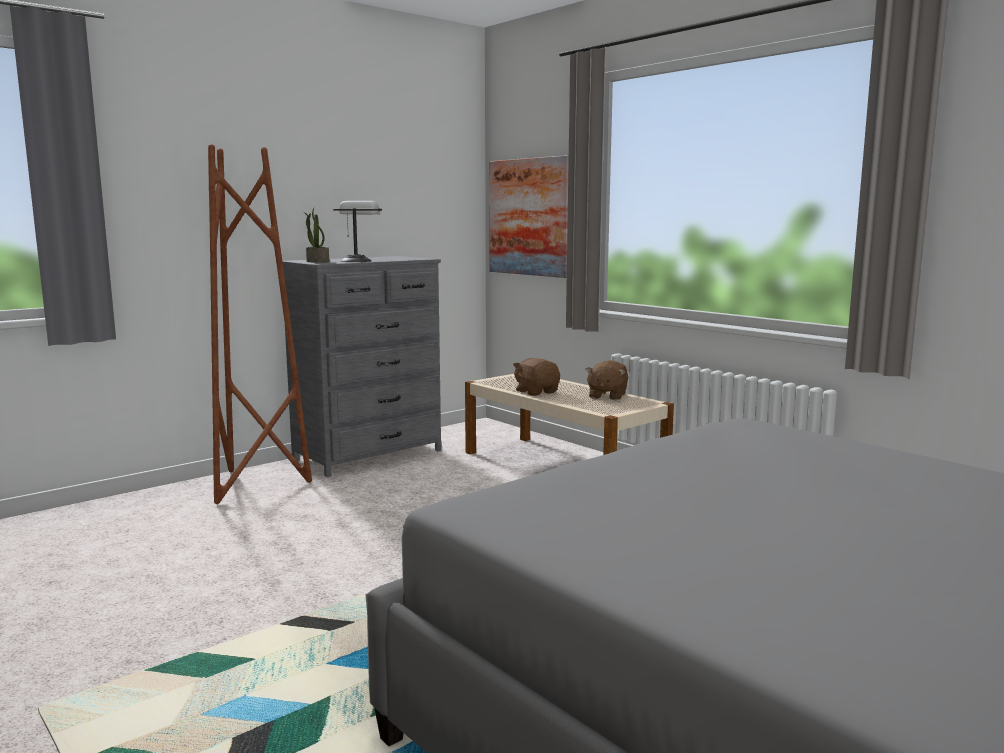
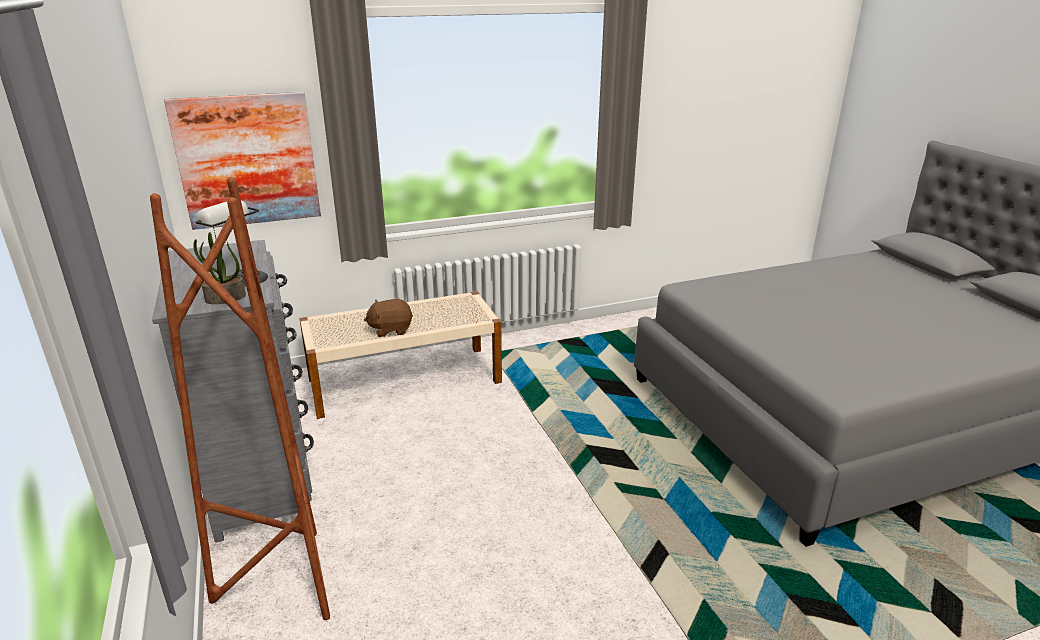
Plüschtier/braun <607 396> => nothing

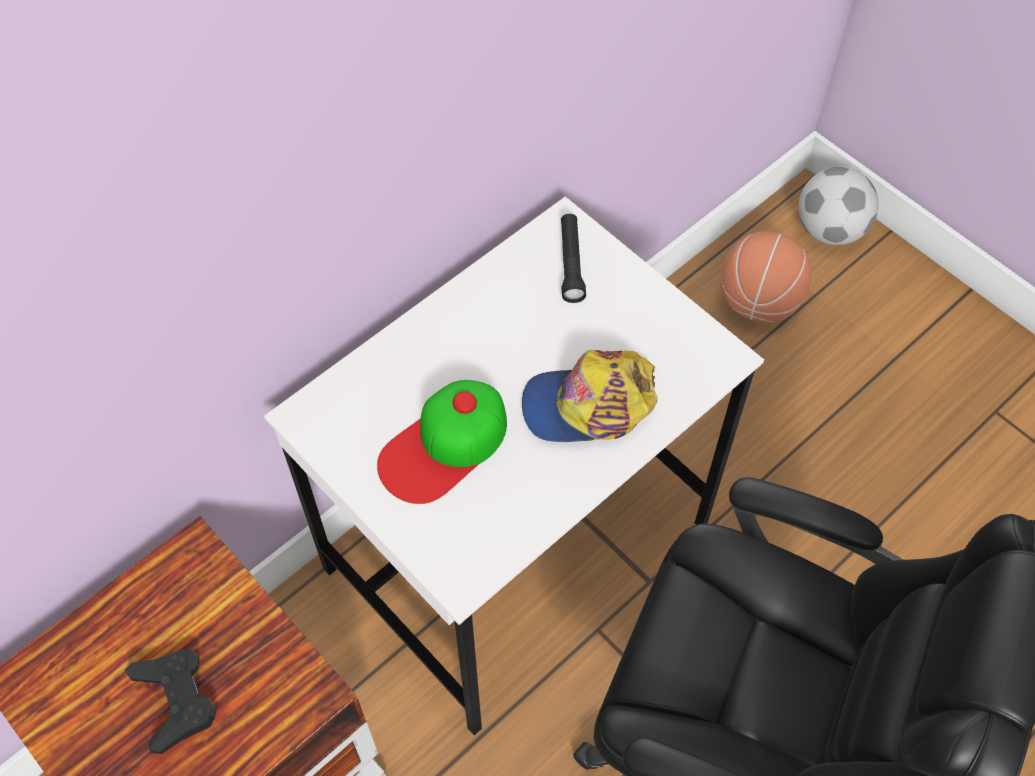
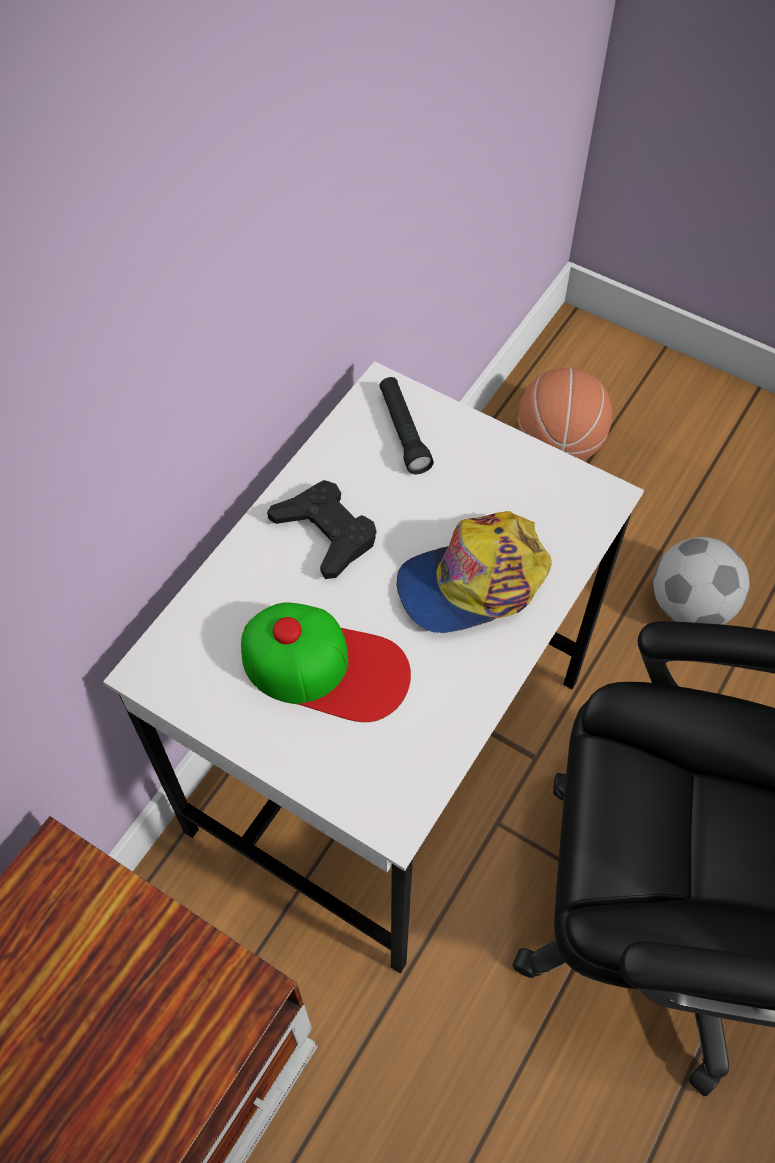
Gamepad/schwarz <175 700> => Gamepad/schwarz <326 533>, relocated
Fußball <829 230> => Fußball <690 605>, relocated
Kappe <444 446> => Kappe <325 666>, 105 degrees counterclockwise

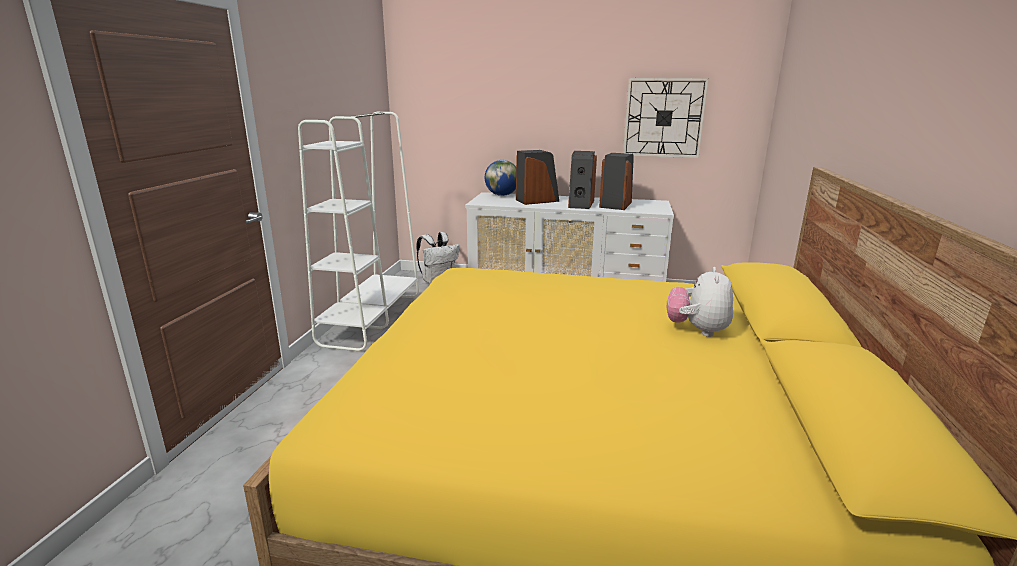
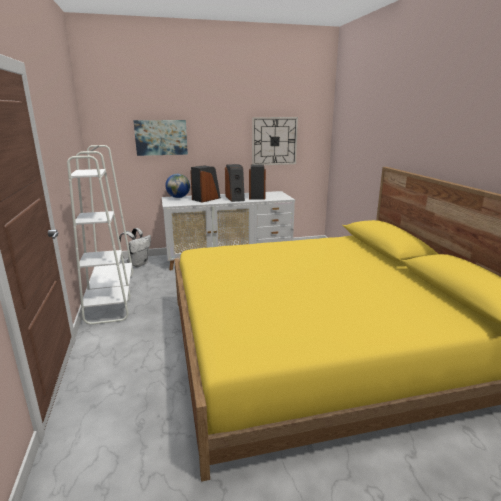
Plüschtier <697 330> => nothing
nothing => Bild <161 137>

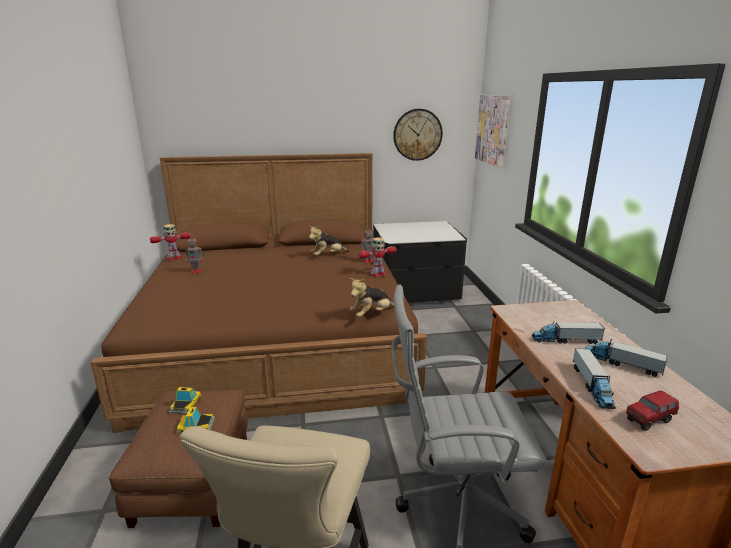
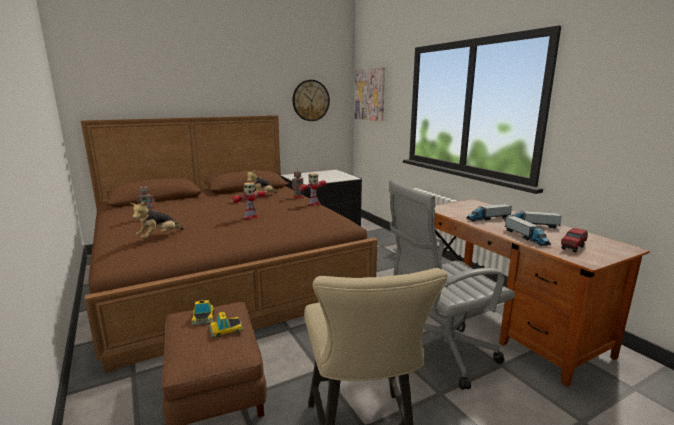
Spielzeugroboter <173 258> => Spielzeugroboter <251 217>, relocated
Plüschtier <371 314> => Plüschtier <159 237>, relocated

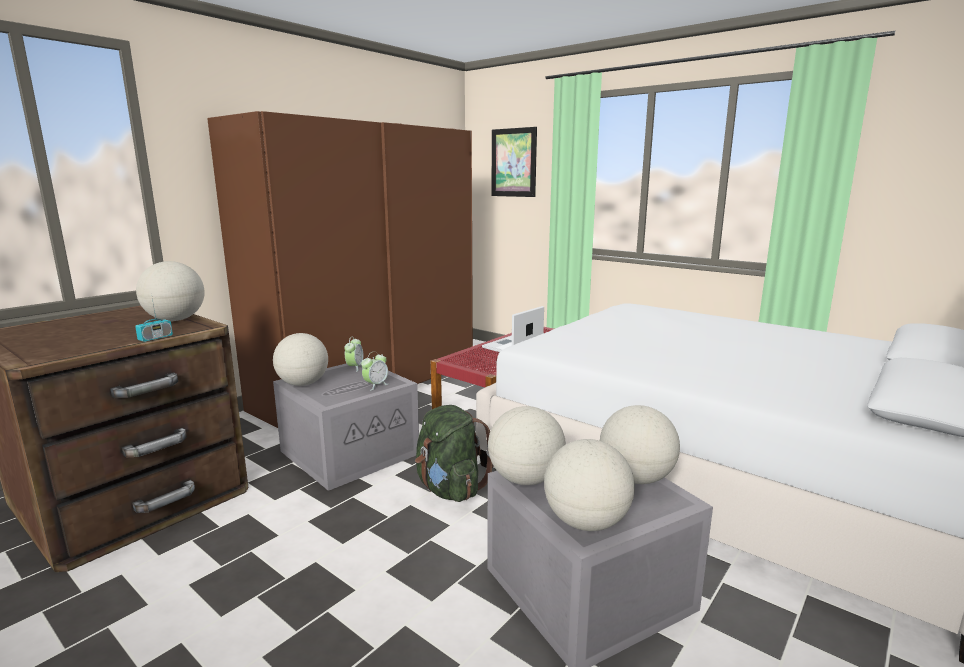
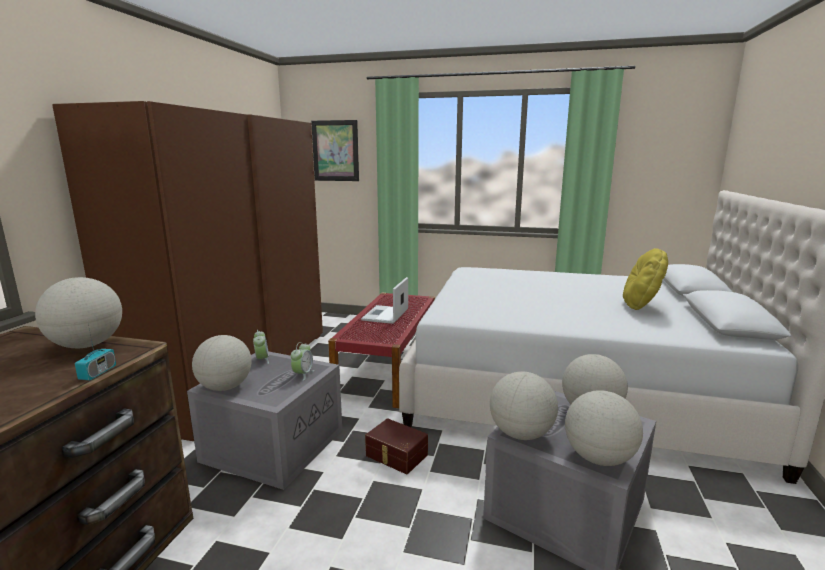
nothing => Kissen/gelb <640 307>
Rucksack/grün <450 489> => Aufbewahrungsbox/braun <396 456>

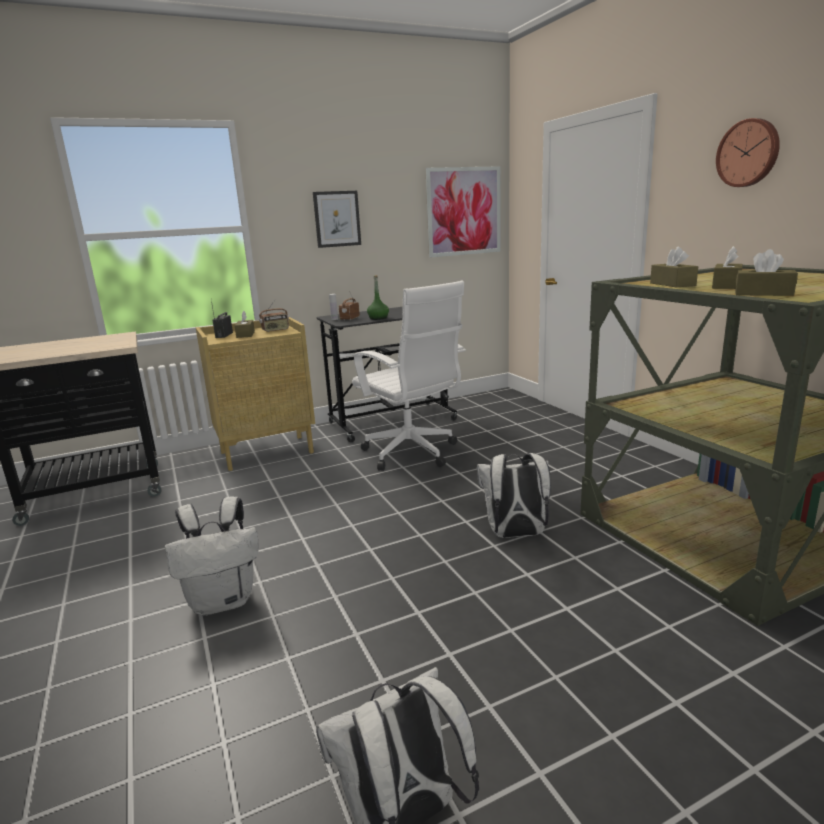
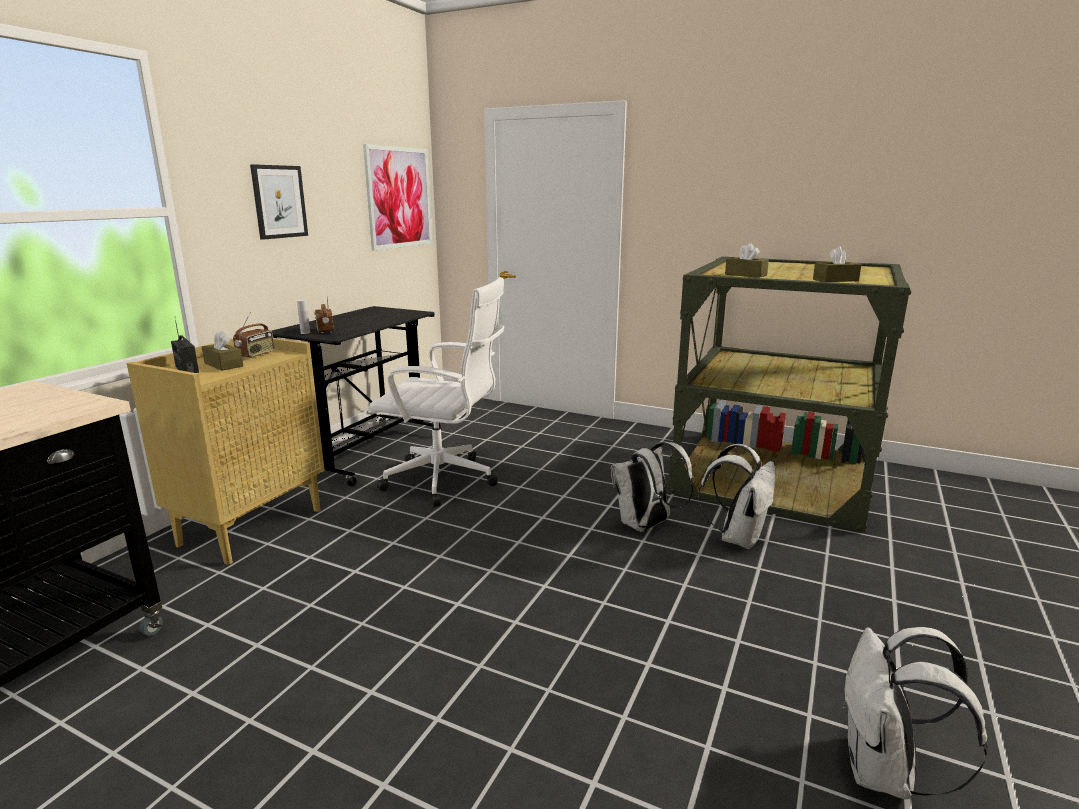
Flasche/grün <378 318> => nothing
Taschentuchbox/braun <726 285> => nothing
Wanduhr <748 153> => nothing
Rucksack/weiß <224 600> => Rucksack/weiß <738 537>, relocated

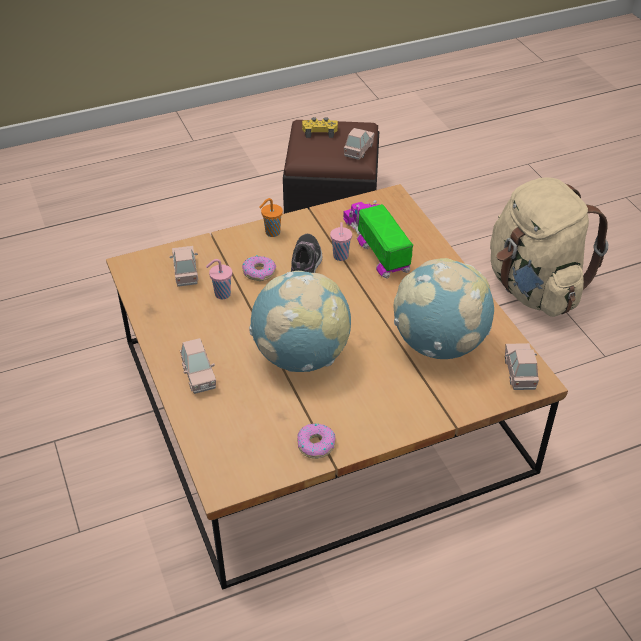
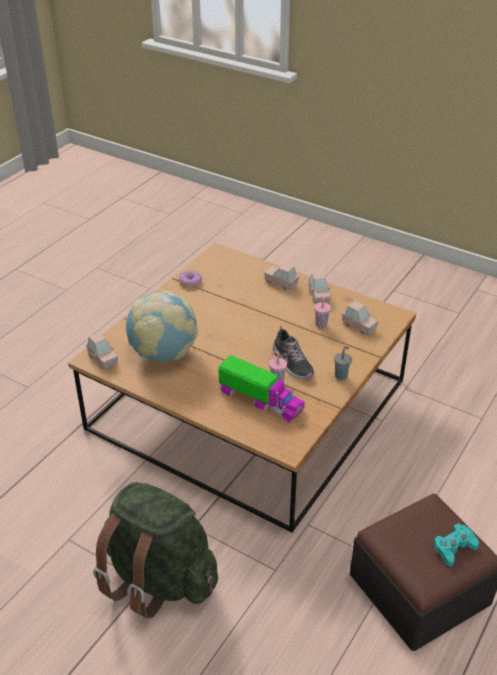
Donut <259 272> => nothing
Globus <301 357> => nothing
Spielzeugauto/rosa <359 150> => Spielzeugauto/rosa <318 296>, relocated
Tasse/orange <271 233> => Tasse/grau <341 375>
Gamepad/gelb <320 131> => Gamepad/türkis <454 547>
Rucksack/beige <533 288> => Rucksack/grün <158 578>

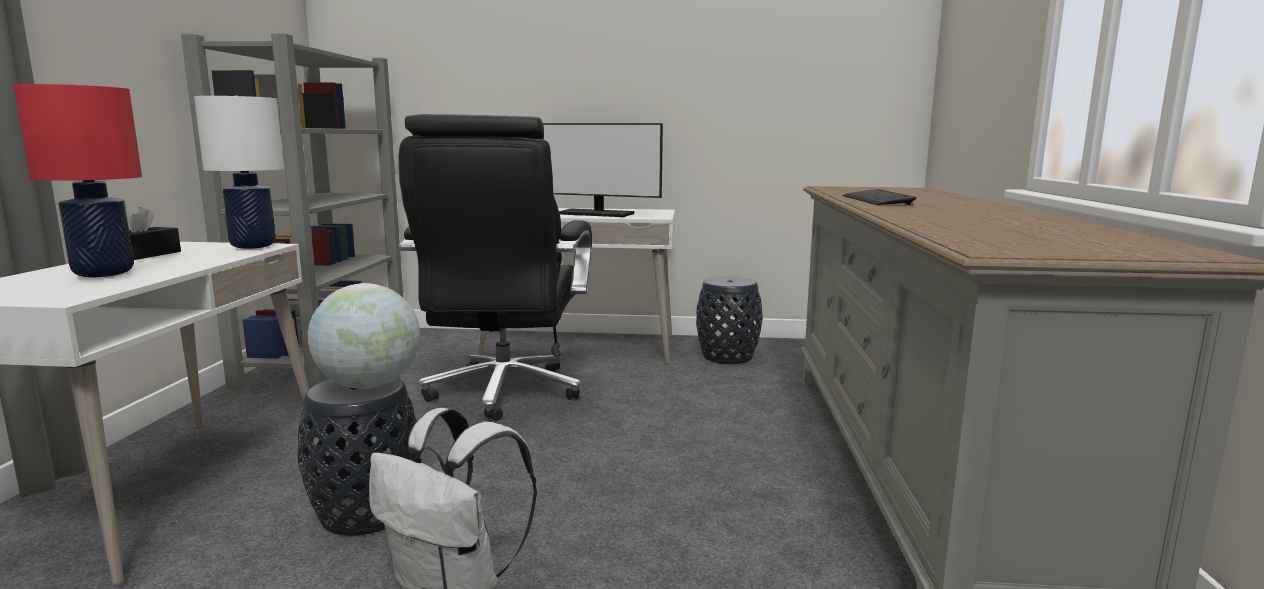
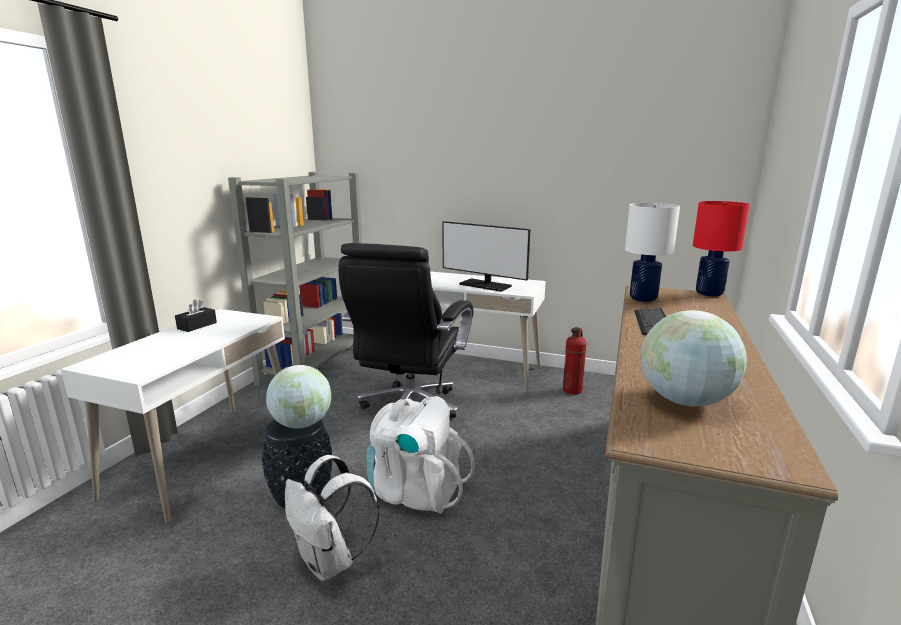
nothing => Rucksack/weiß <416 491>
nothing => Globus <685 401>
Tischlampe/rot <104 275> => Tischlampe/rot <709 294>, relocated
Tischlampe/weiß <254 247> => Tischlampe/weiß <643 300>, relocated
Hocker/schwarz <727 357> => Feuerlöscher <572 390>

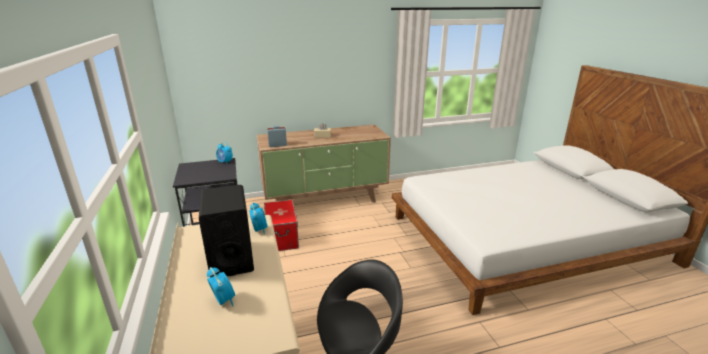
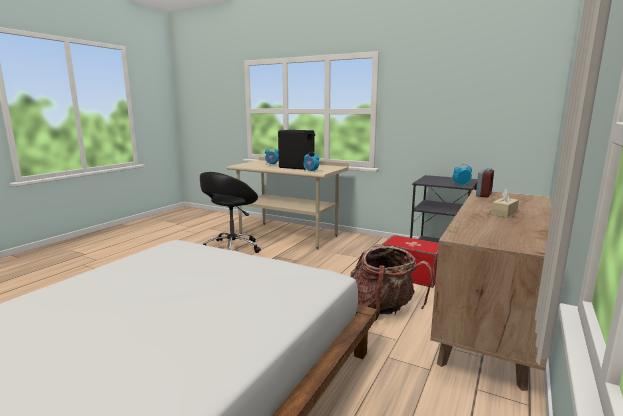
nothing => Rucksack <383 311>

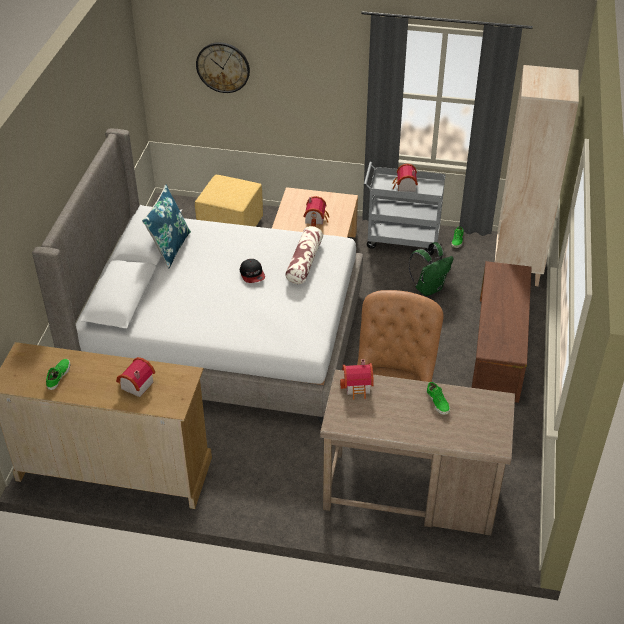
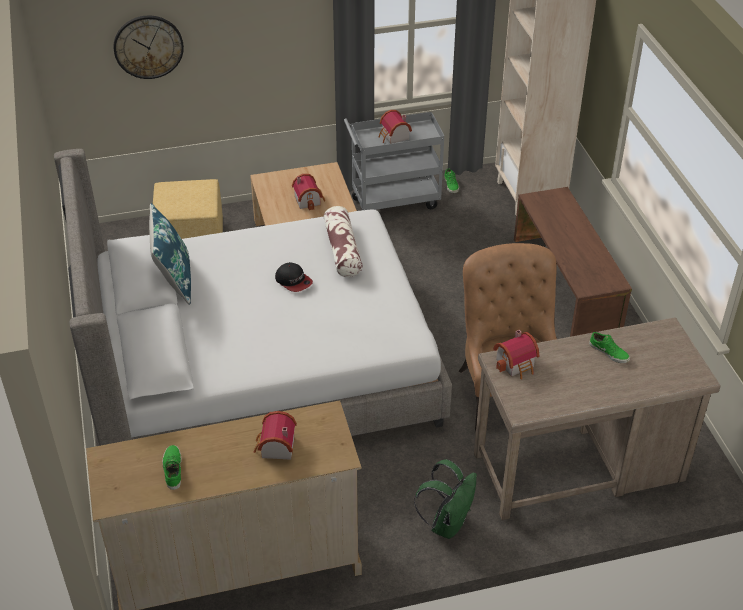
Rucksack/grün <429 288> => Rucksack/grün <447 523>, relocated

